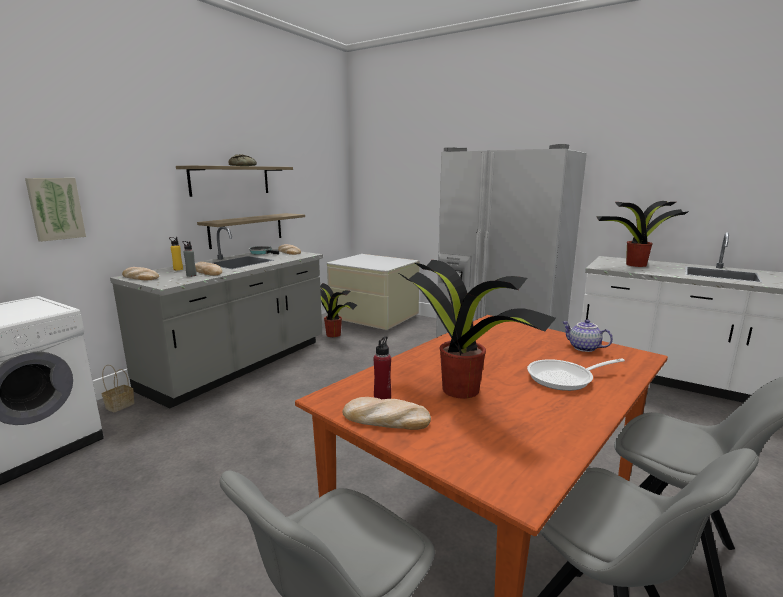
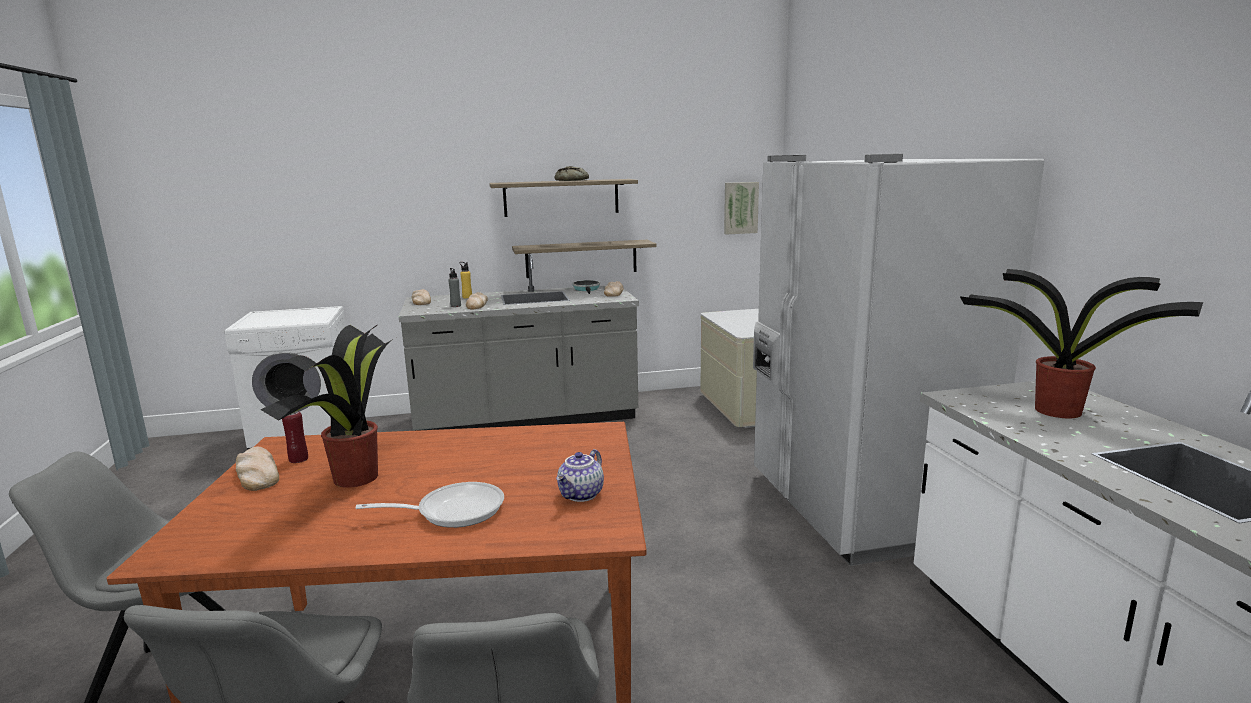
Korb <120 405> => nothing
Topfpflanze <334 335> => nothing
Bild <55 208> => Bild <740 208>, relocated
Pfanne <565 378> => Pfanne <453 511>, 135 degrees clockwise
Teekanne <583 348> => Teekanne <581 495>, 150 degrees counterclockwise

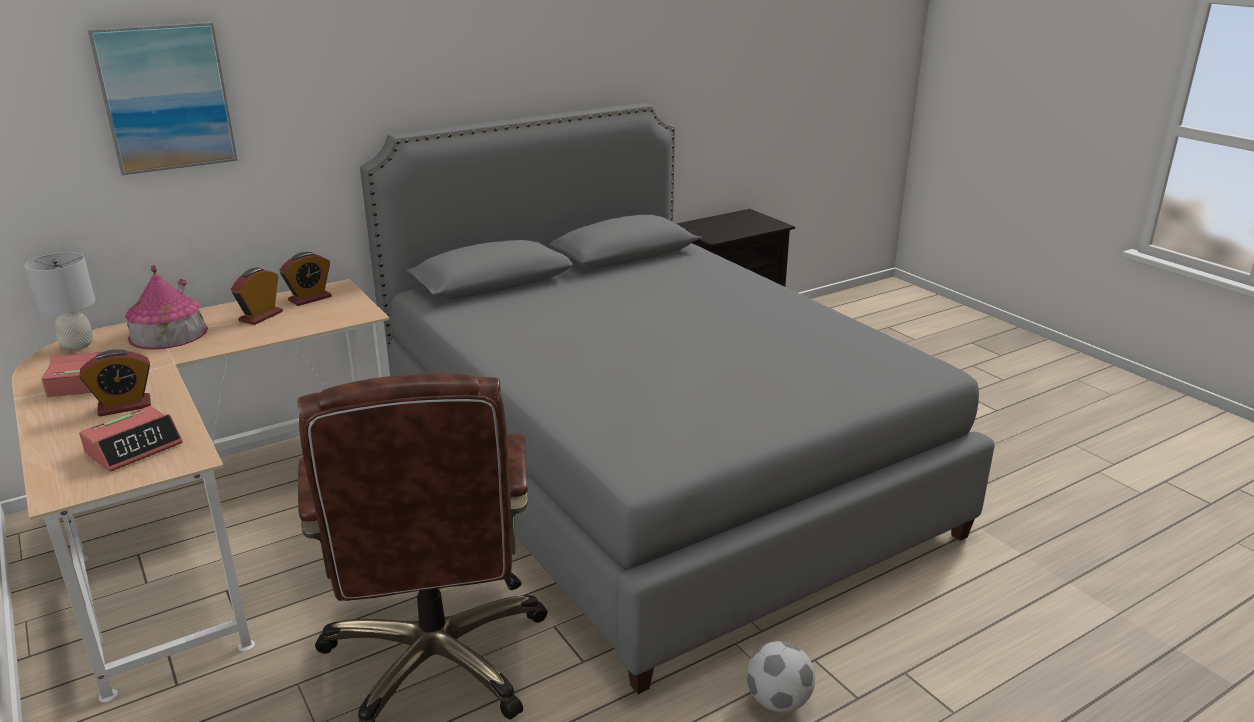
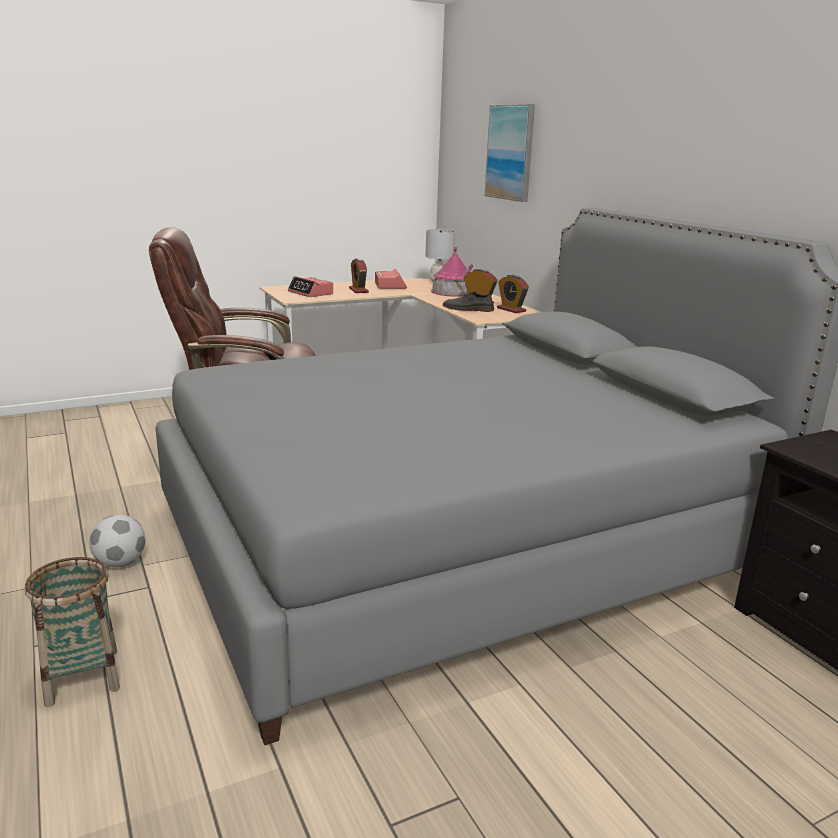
nothing => Korb <82 677>
nothing => Schuh/grau <467 309>

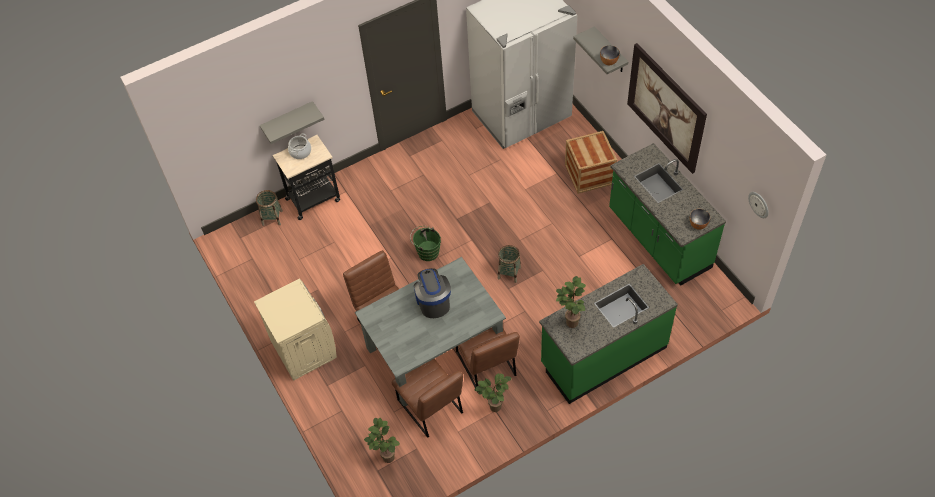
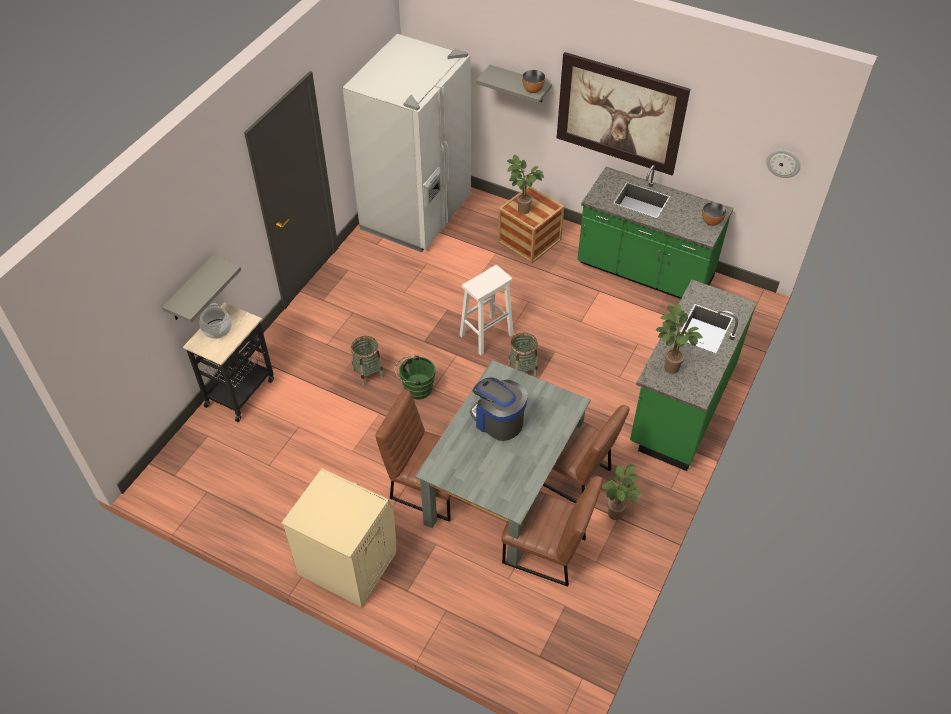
nothing => Hocker/weiß <487 334>
Korb <272 217> => Korb <368 373>, relocated
Topfpflanze <386 457> => Topfpflanze <521 210>, relocated

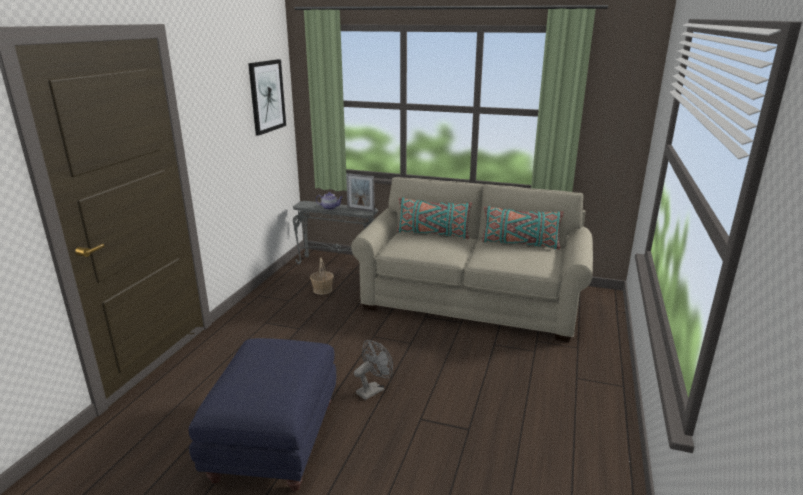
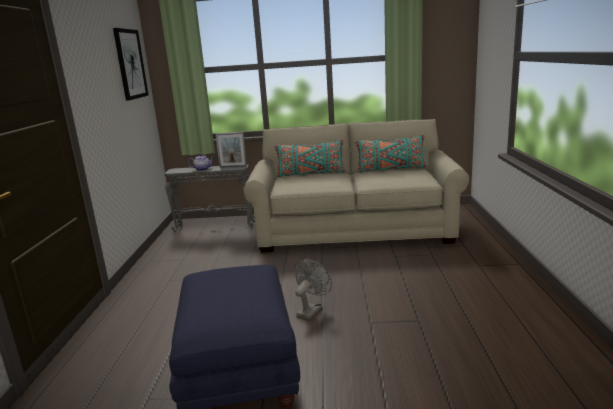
Korb <322 290> => nothing

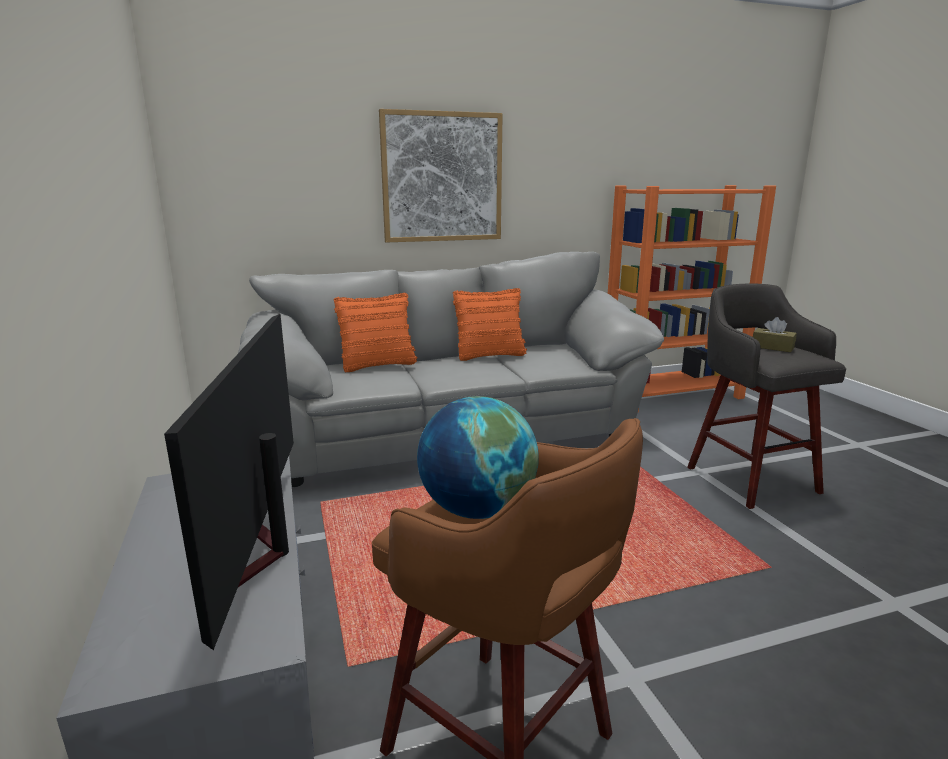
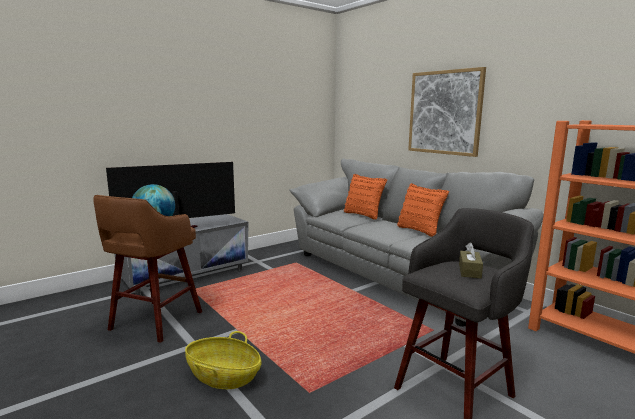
nothing => Korb <223 377>

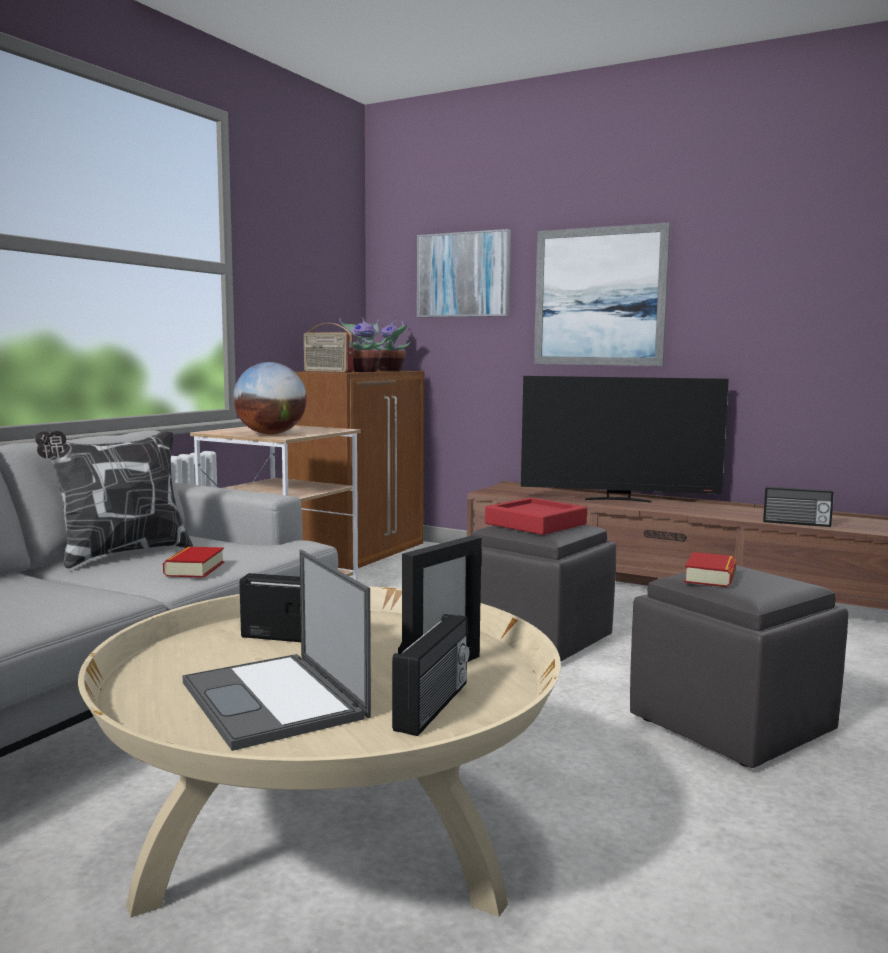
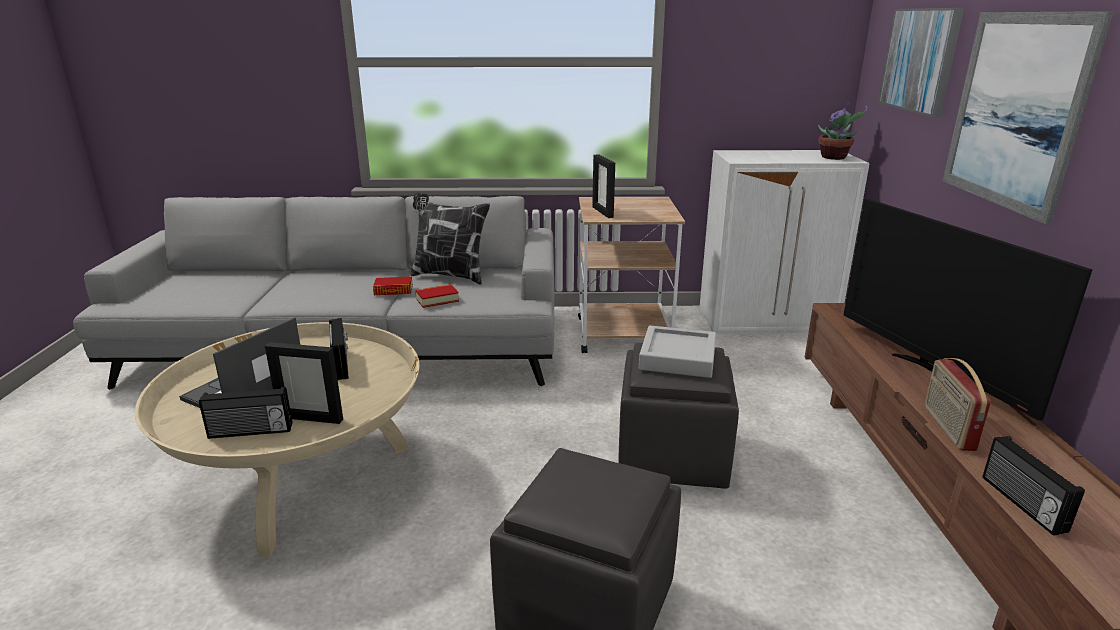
Topfpflanze <364 371> => nothing
Radio <327 372> => Radio <947 428>, relocated
Buch <710 577> => Buch <393 290>, relocated
Globus <271 434> => Bilderrahmen <603 212>
Schrank/braun <359 552> => Schrank/weiß <767 319>
Tablett/rot <535 524> => Tablett/grau <677 358>

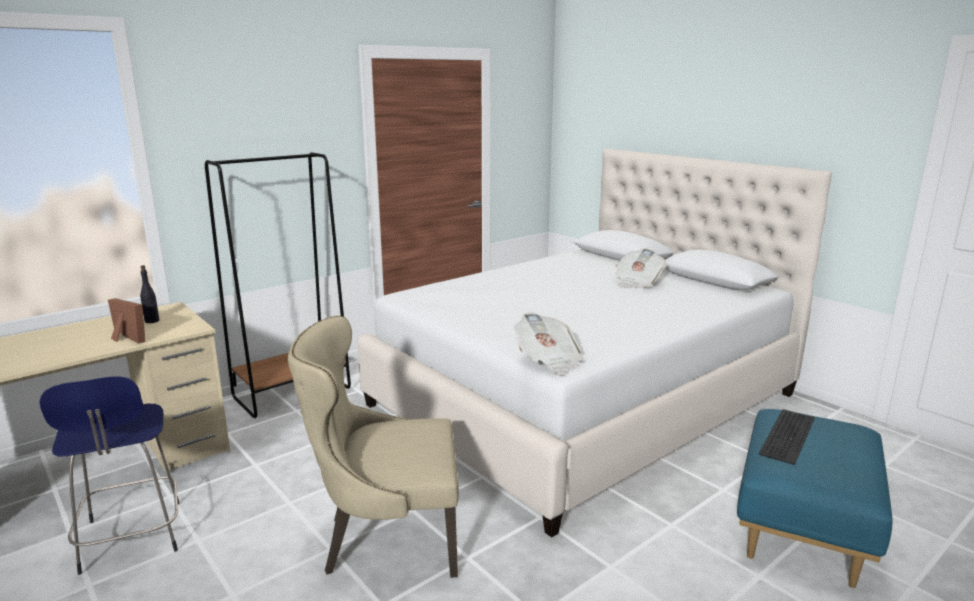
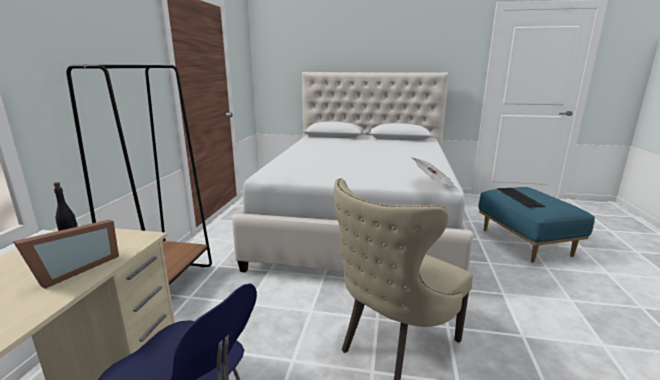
Zeitung <637 282> => nothing
Bilderrahmen <124 338> => Bilderrahmen <74 270>, 120 degrees clockwise

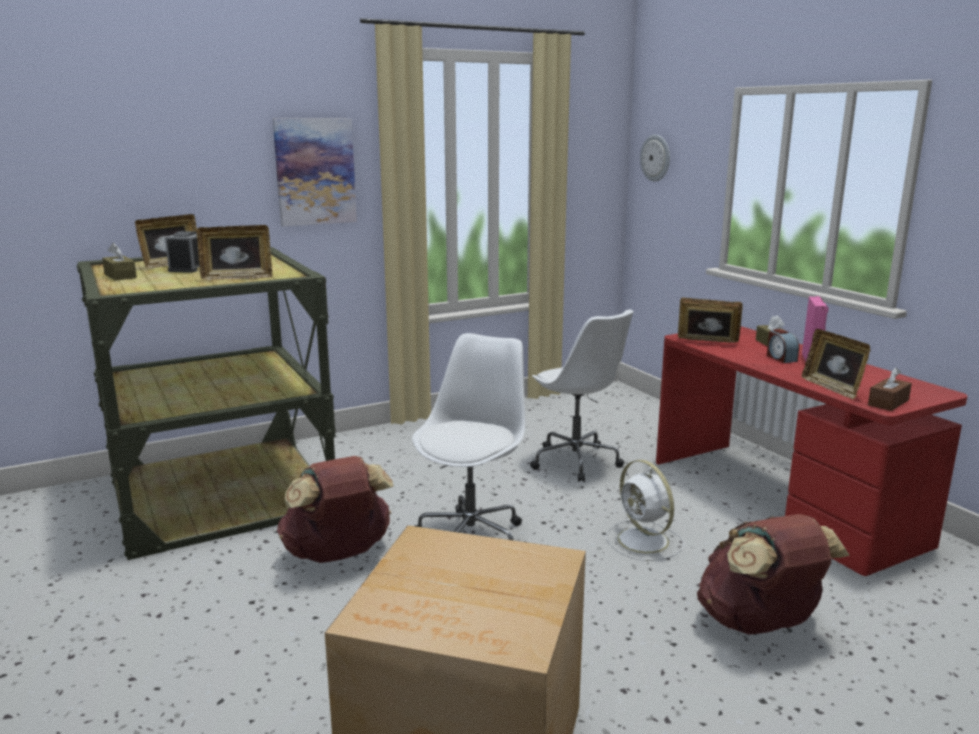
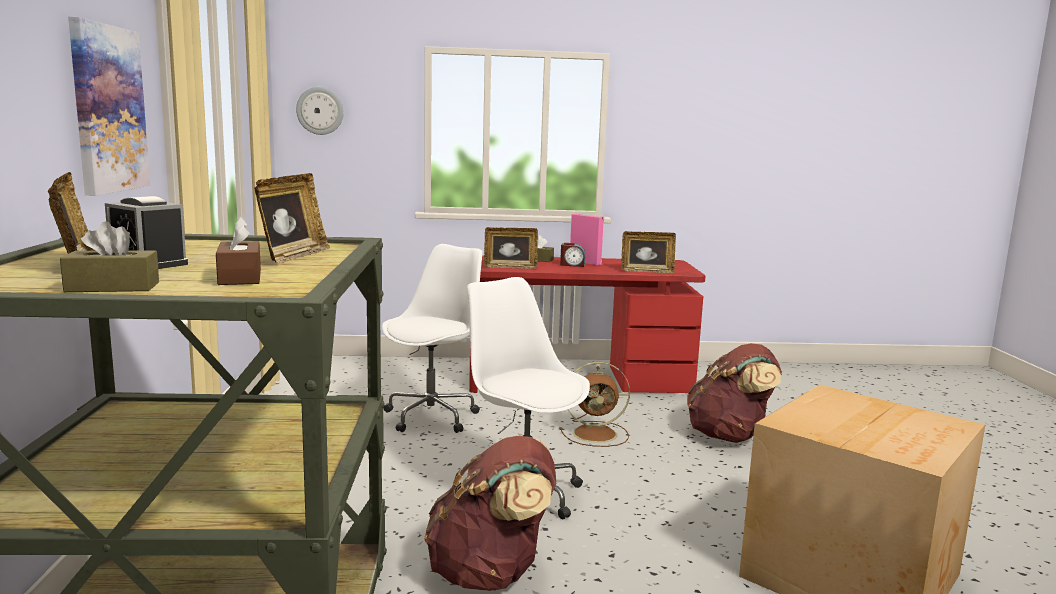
Taschentuchbox/braun <888 402> => Taschentuchbox/braun <240 277>, relocated
Ventilator/weiß <644 541> => Ventilator/braun <597 434>
Bürostuhl/weiß <577 462> => Bürostuhl/weiß <432 416>, 45 degrees counterclockwise
Bilderrahmen <707 342> => Bilderrahmen <510 267>, 135 degrees counterclockwise

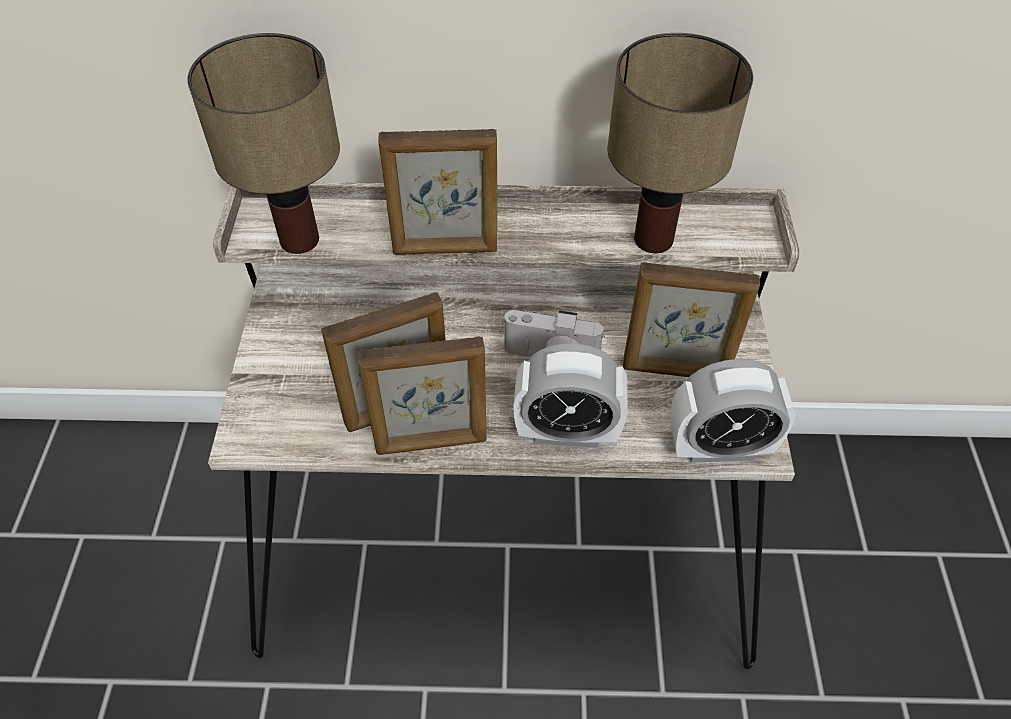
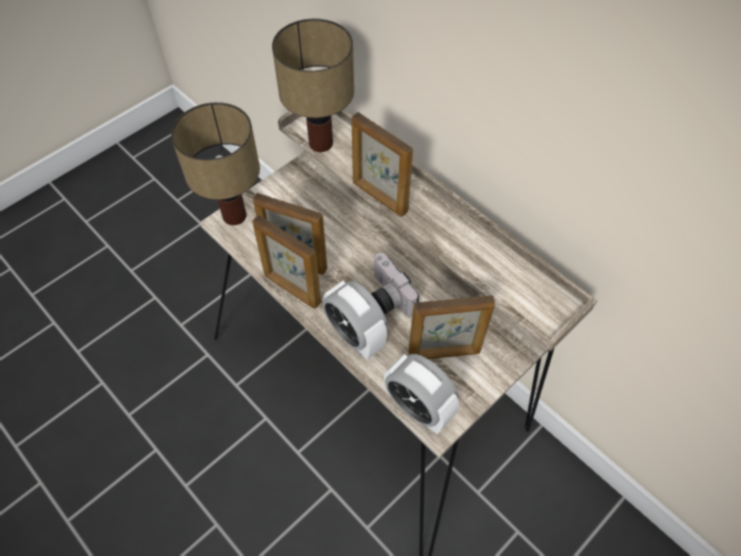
Tischlampe <655 238> => Tischlampe <236 216>, relocated
Bilderrahmen <675 371> => Bilderrahmen <444 353>, 60 degrees counterclockwise

